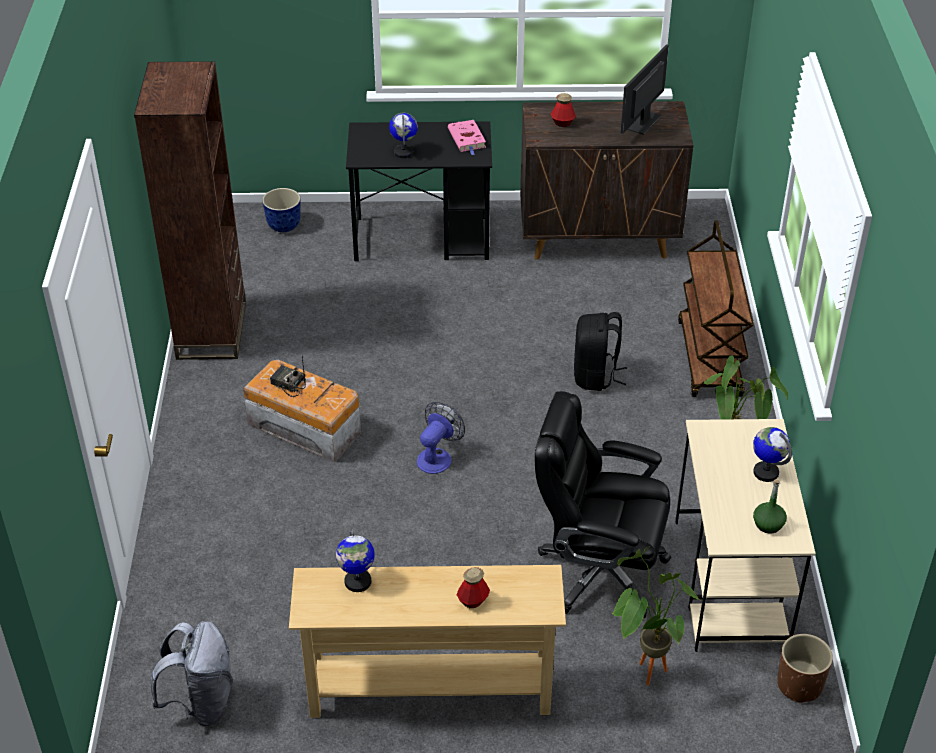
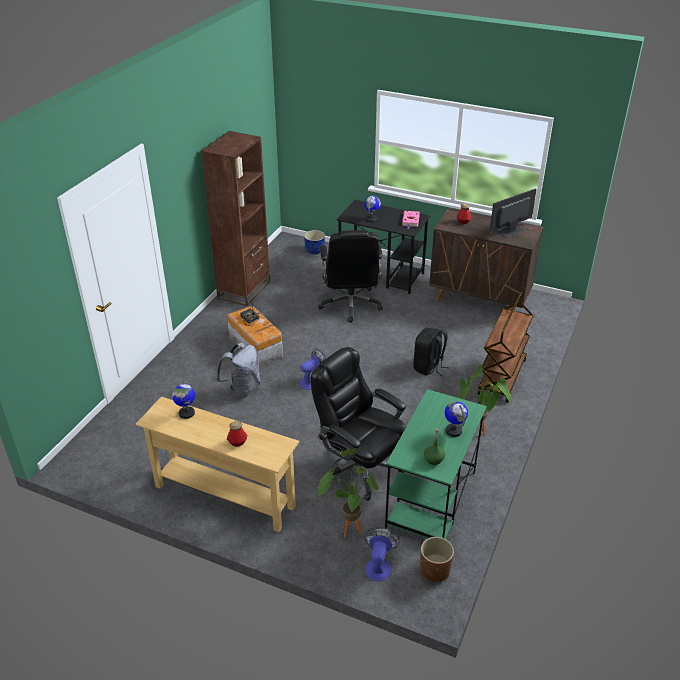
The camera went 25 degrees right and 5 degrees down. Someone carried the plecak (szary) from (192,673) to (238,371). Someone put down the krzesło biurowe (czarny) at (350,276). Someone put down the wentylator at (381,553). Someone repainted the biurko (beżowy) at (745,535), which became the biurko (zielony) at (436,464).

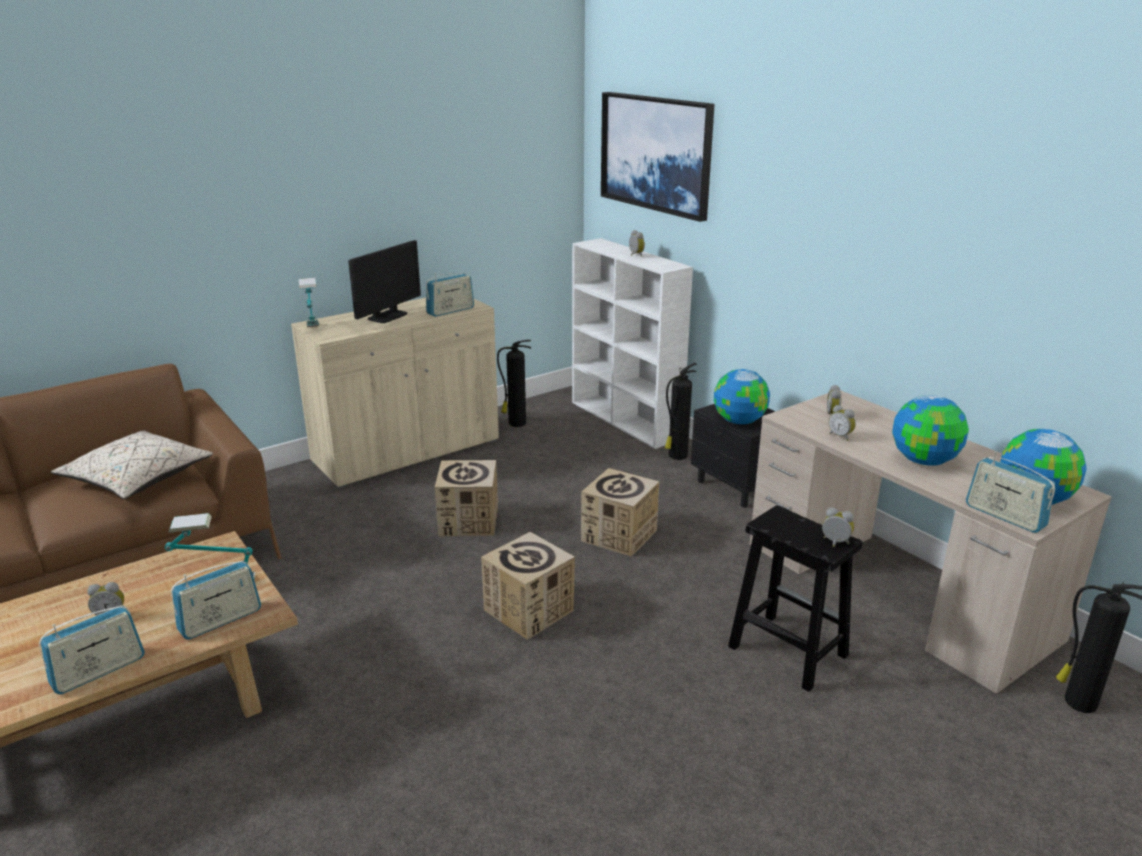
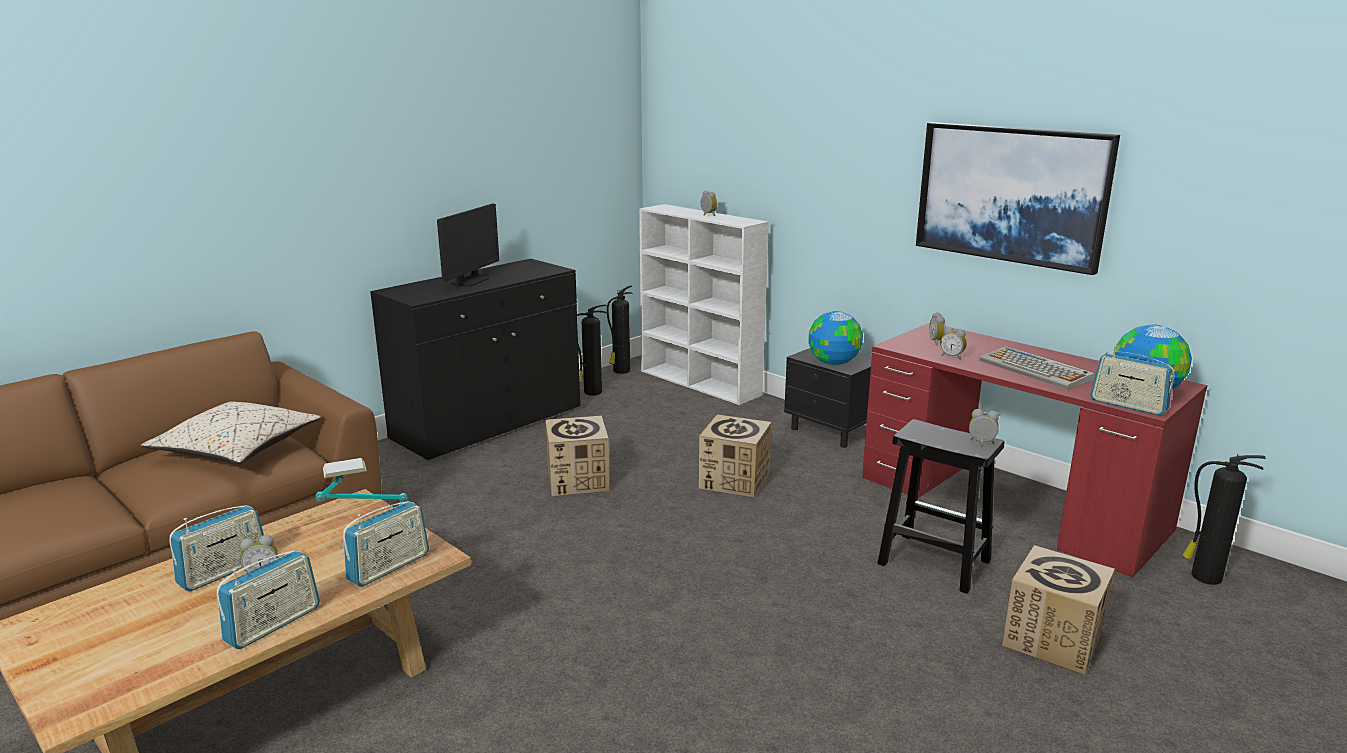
The camera went 10 degrees left and 5 degrees down. Someone carried the radio from (450,295) to (217,548). Someone repainted the szafka (beżowy) at (395,393), which became the szafka (czarny) at (475,360). Someone carried the gaśnica from (681,411) to (619,330). Someone repainted the biurko (beżowy) at (931,542), which became the biurko (czerwony) at (1035,450). Someone carried the obraz from (658,157) to (1018,198). Someone swapped the globus at (930,430) for the klawiatura at (1037,368). Someone carried the karton from (528,586) to (1058,610). Someone took away the lampa stołowa at (308,302).

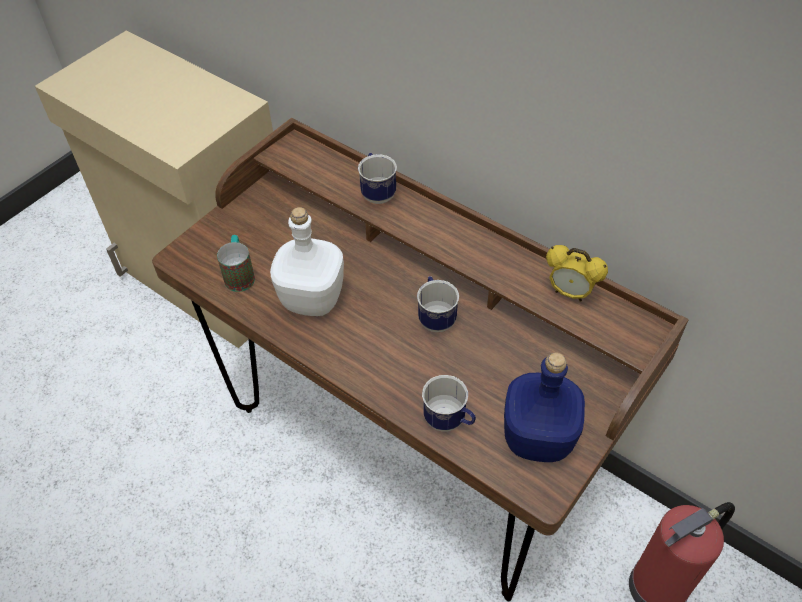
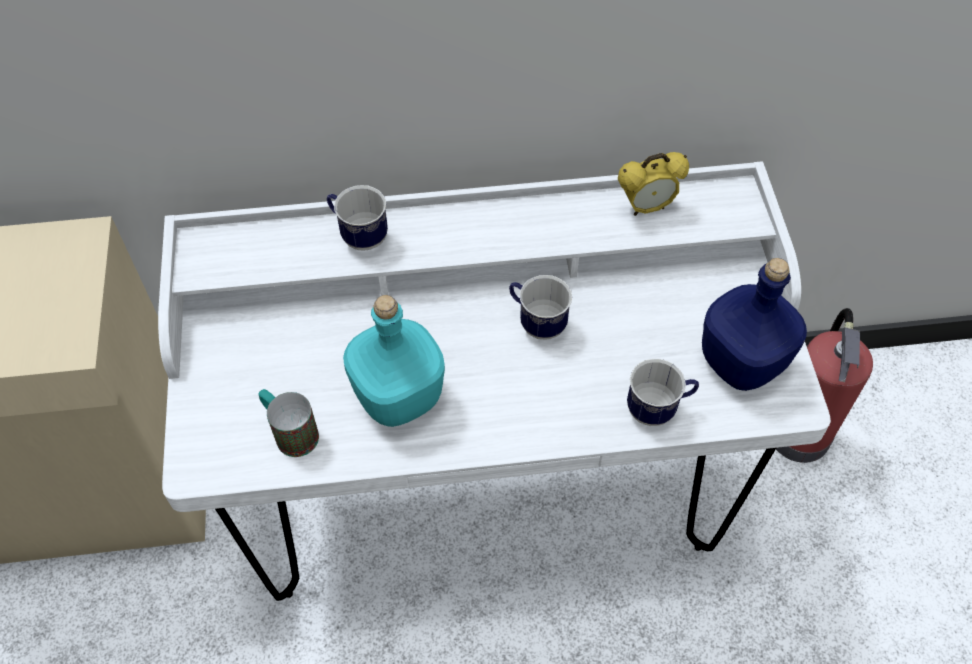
The camera went 45 degrees left and 5 degrees up. Someone repainted the biurko (brązowy) at (420,359), which became the biurko (biały) at (494,381). Someone repainted the butelka (biały) at (307,261), which became the butelka (turkusowy) at (394,361).

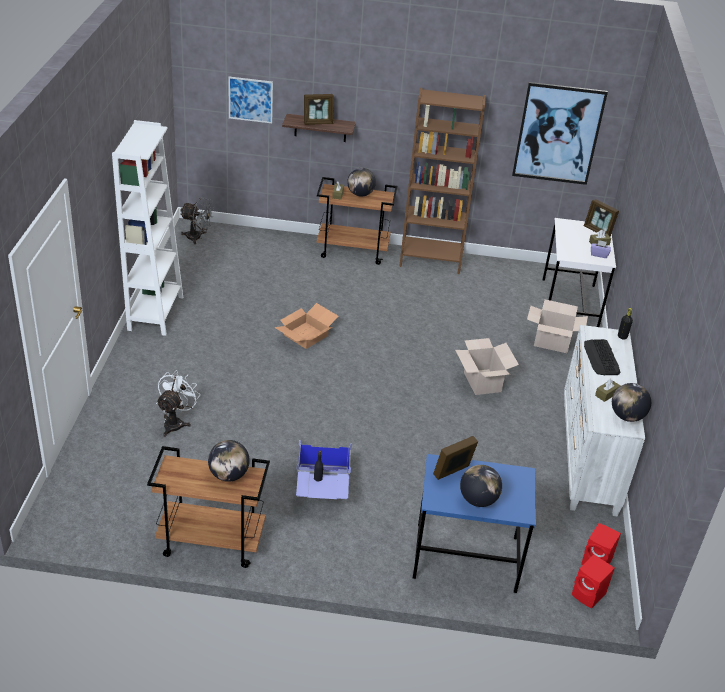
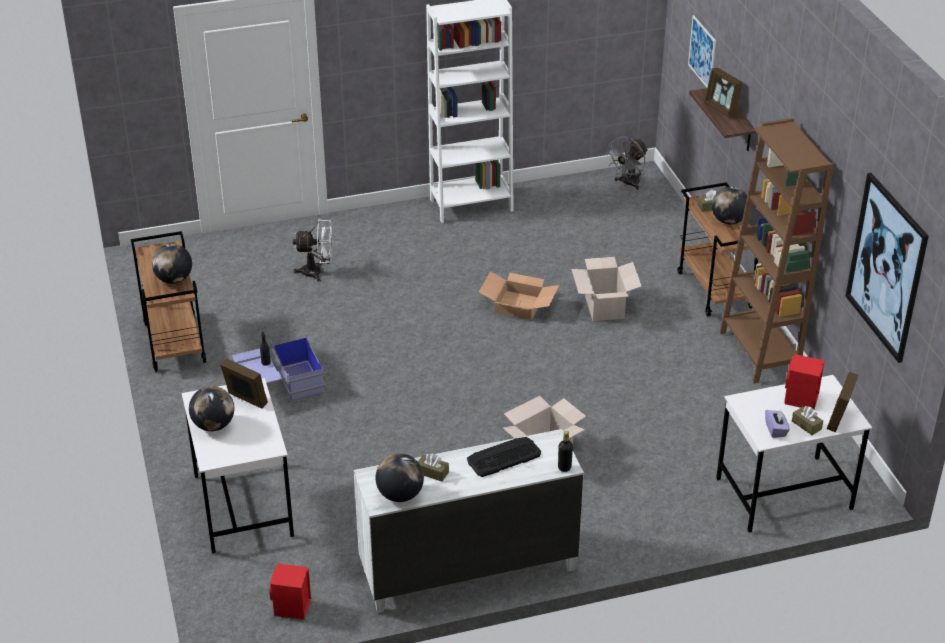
The camera went 70 degrees right and 0 degrees up. Someone repainted the biurko (niebieski) at (474,523), which became the biurko (biały) at (238,465). Someone carried the karton from (557,326) to (606,289). Someone rotated the wentylator (szary) at (197,220) by 45 degrees clockwise. Someone carried the głośnik (czerwony) from (593,581) to (805,381).

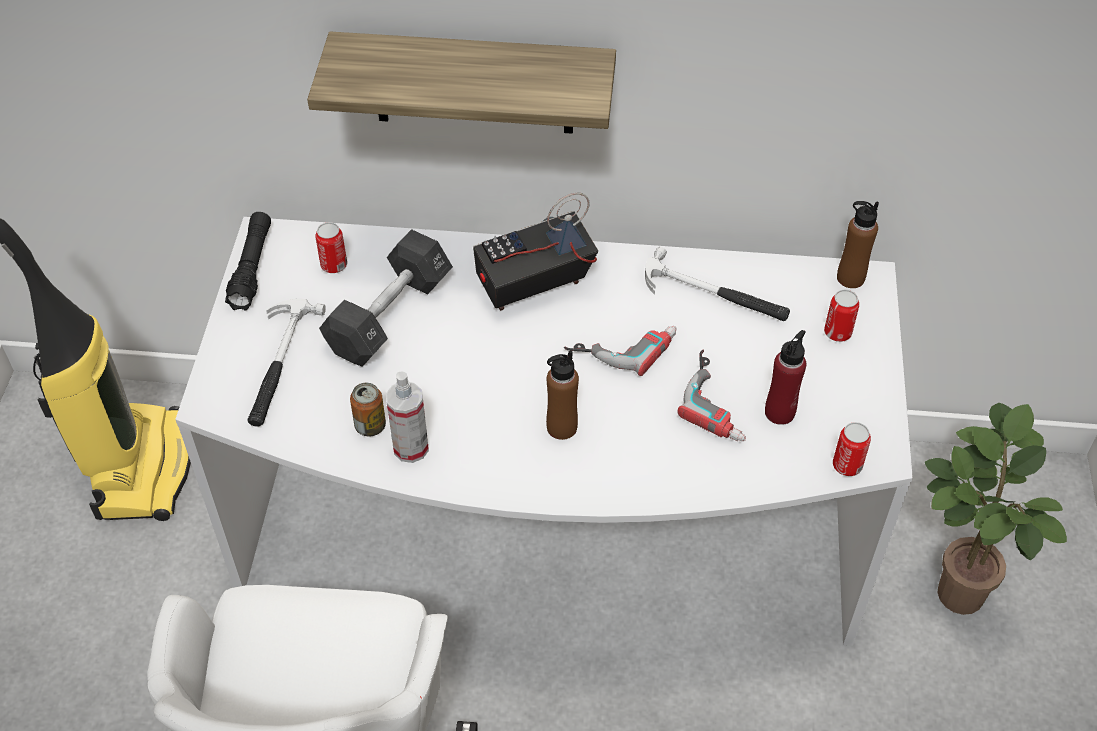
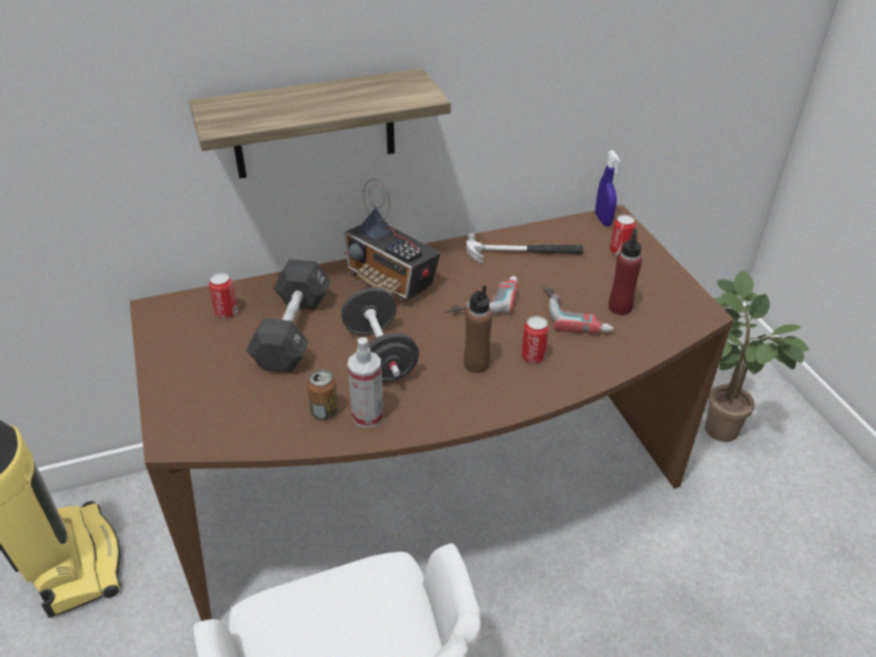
The camera went 25 degrees left and 10 degrees down. Someone repainted the biurko (biały) at (544,431), which became the biurko (brązowy) at (432,413). Someone put down the hantel (czarny) at (380,334). Someone rotated the radio at (535,252) by 90 degrees counterclockwise. Someone carried the puszka from (852,449) to (535,339). Someone swapped the butelka (brązowy) at (858,244) for the spryskiwacz (niebieski) at (607,188). Someone took away the latarka (czarny) at (248,261). Someone took away the młotek at (286,363).

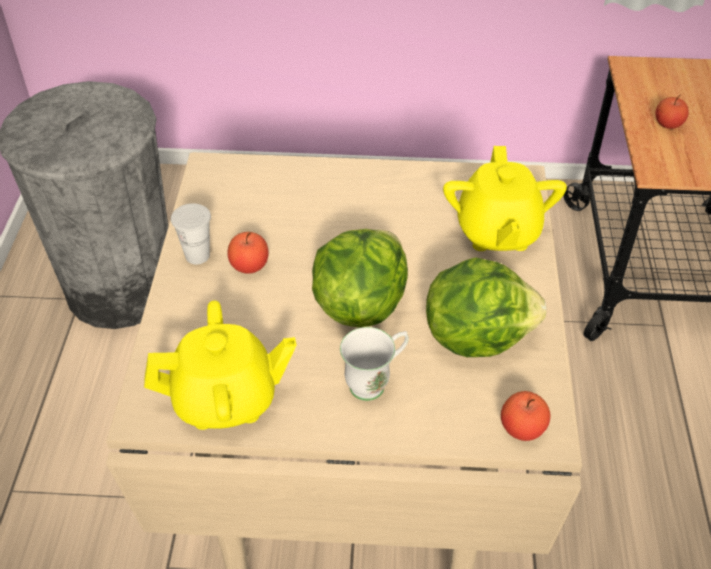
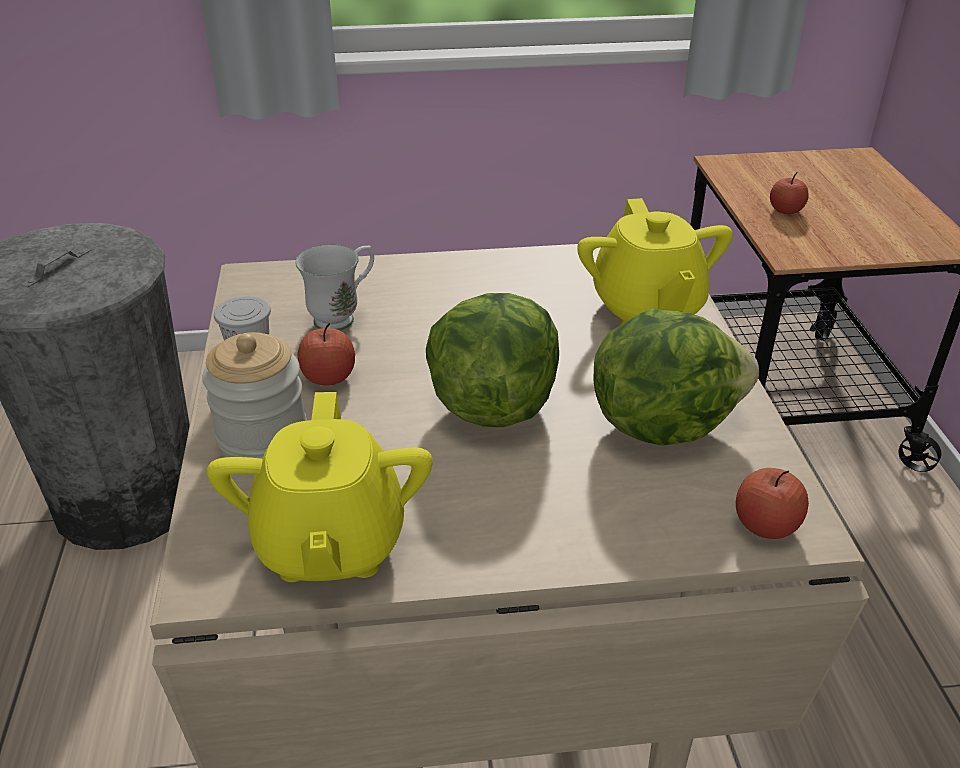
The camera went 10 degrees left and 10 degrees down. Someone put down the słoik at (254,395). Someone rotated the imbryk (żółty) at (220,365) by 105 degrees clockwise. Someone carried the kubek (biały) from (374,364) to (334,287).

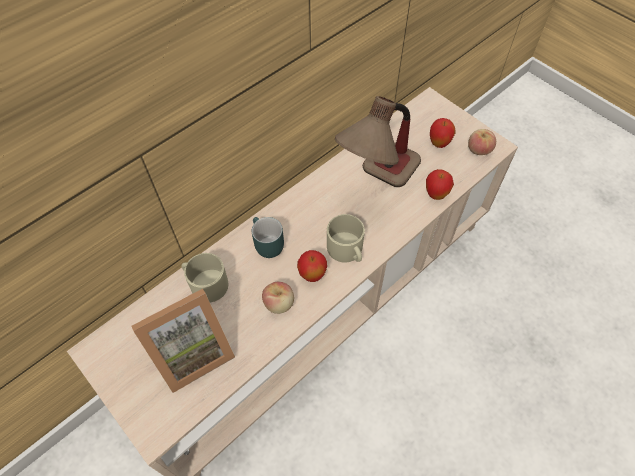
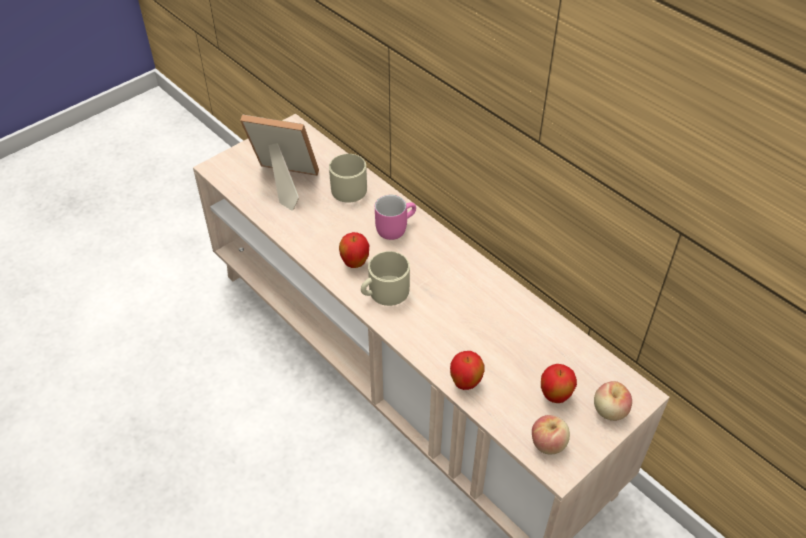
The camera went 90 degrees right and 10 degrees down. Someone rotated the ramka na zdjęcie at (183,341) by 135 degrees clockwise. Someone repainted the kubek (turkusowy) at (268,237), which became the kubek (różowy) at (395,217). Someone carried the jabłko from (278,298) to (613,401). Someone took away the lampa stołowa at (378,141).

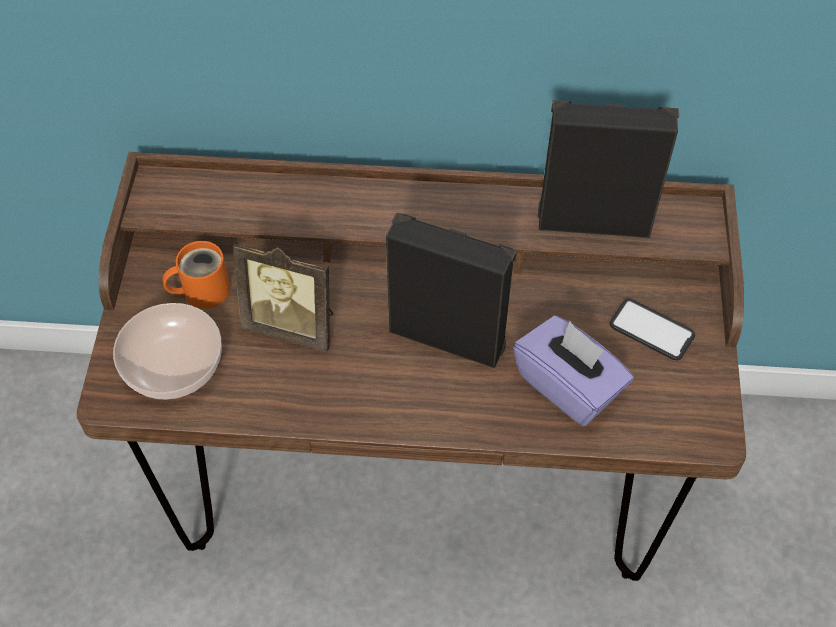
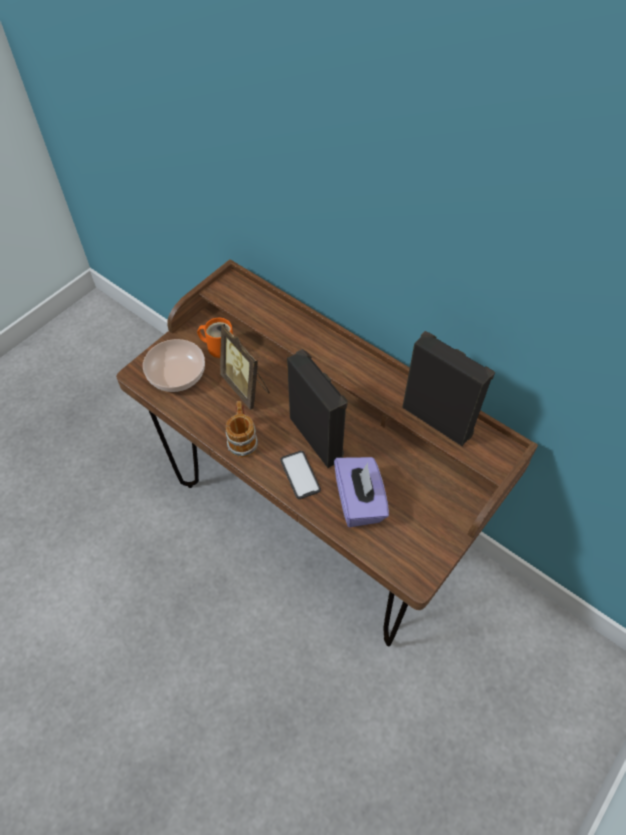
The camera went 35 degrees right and 0 degrees up. Someone put down the kubek at (242,429). Someone carried the telefon from (652,329) to (300,475).

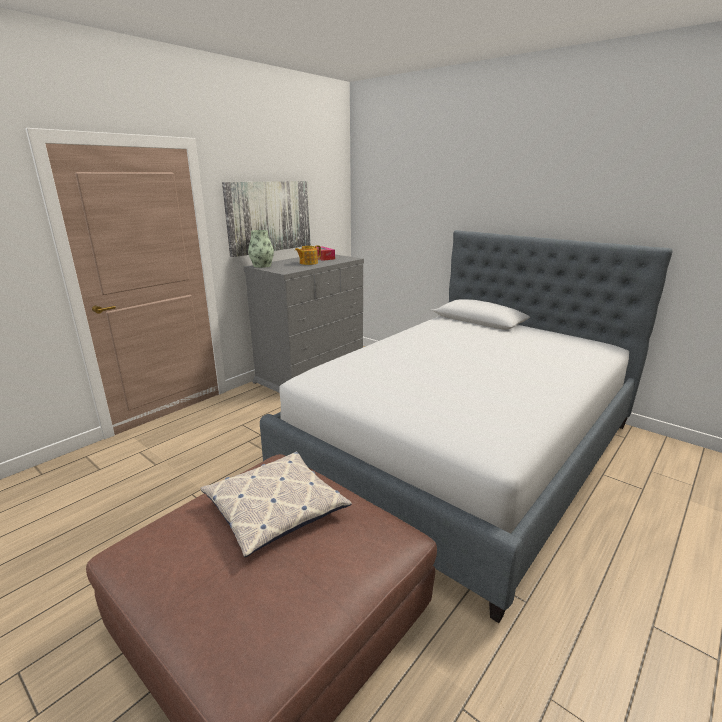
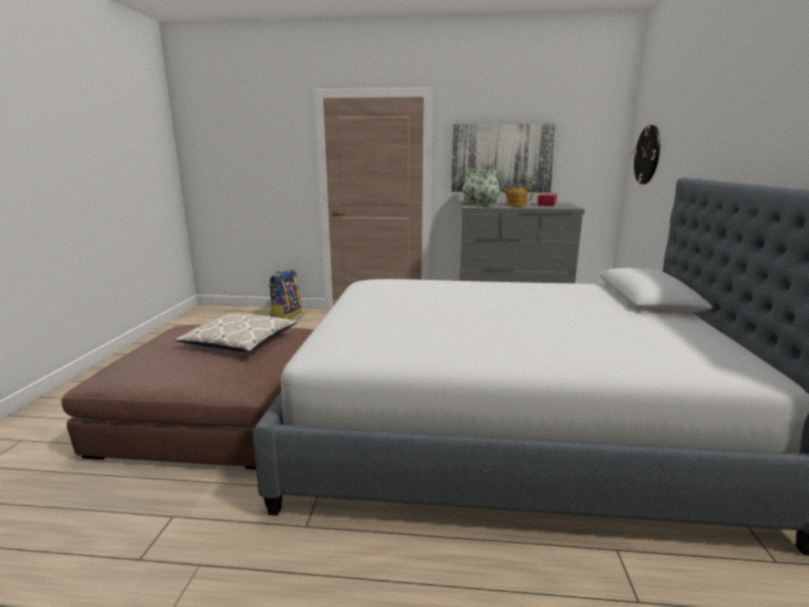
The camera went 55 degrees right and 5 degrees down. Someone put down the plecak at (285,294). Someone put down the wazon at (487,188). Someone put up the zegar ścienny at (646,154).

